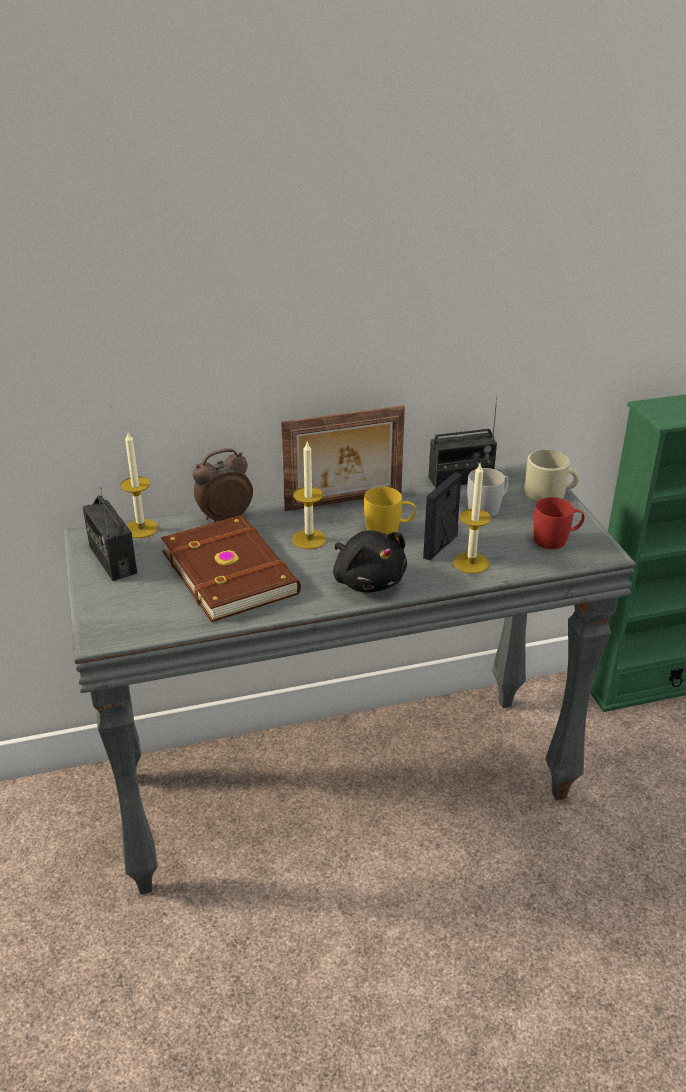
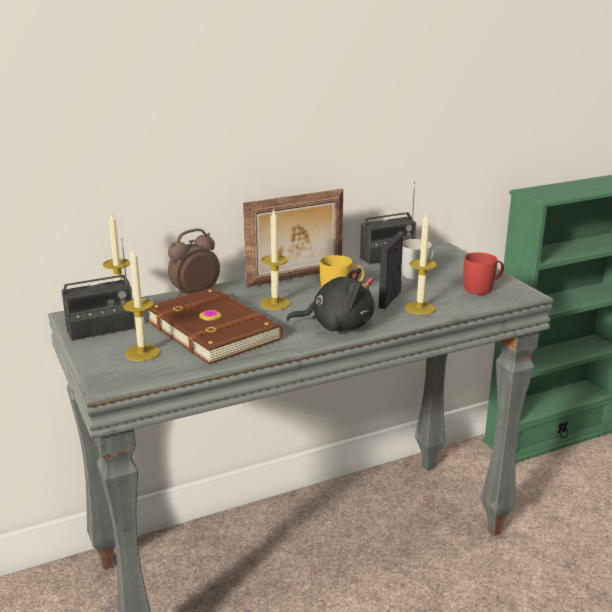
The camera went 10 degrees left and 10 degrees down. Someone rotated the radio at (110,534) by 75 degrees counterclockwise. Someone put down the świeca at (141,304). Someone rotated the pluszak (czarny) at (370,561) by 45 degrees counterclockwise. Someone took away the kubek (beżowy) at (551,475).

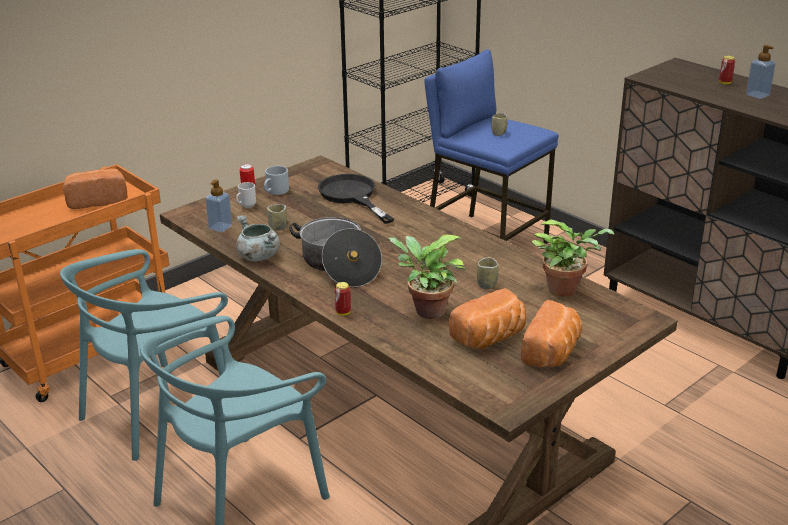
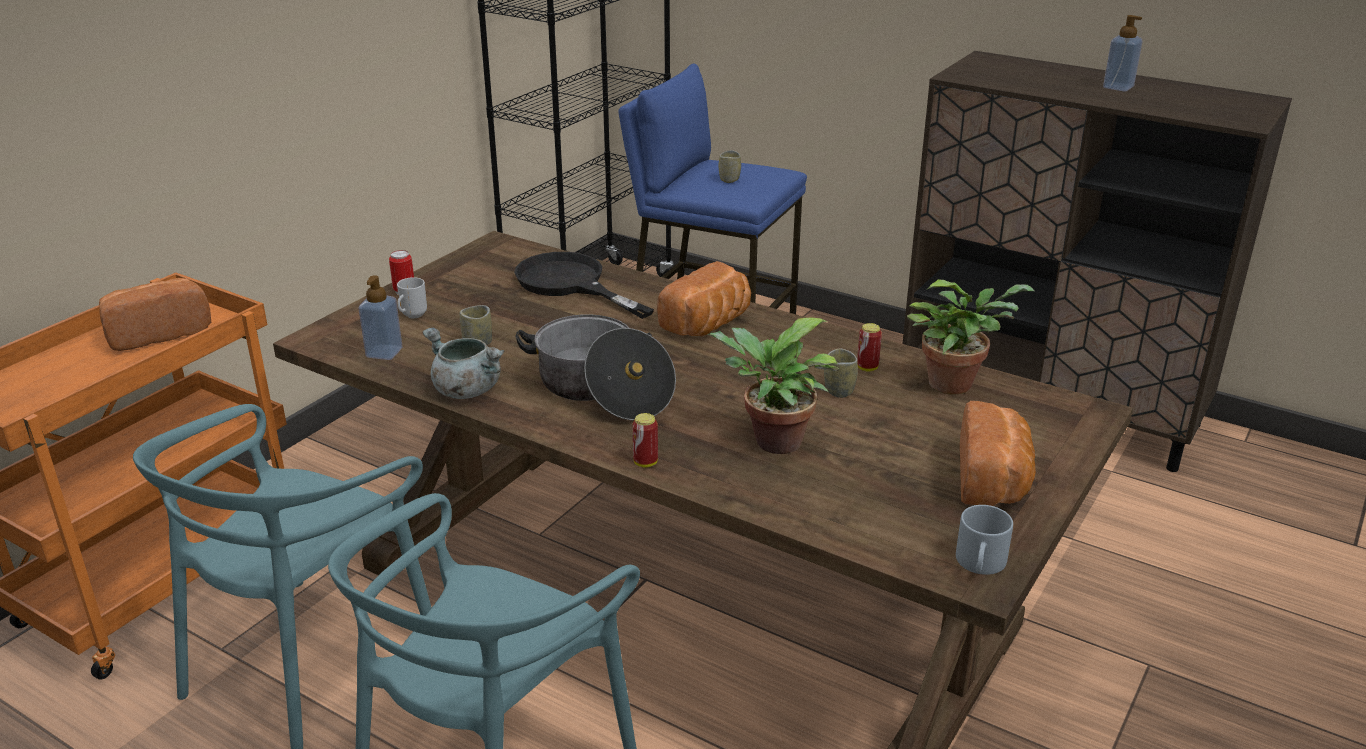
The camera went 15 degrees left and 0 degrees up. Someone carried the chleb from (487,318) to (704,298). Someone carried the puszka from (727,70) to (869,347). Someone carried the kubek (szary) from (276,180) to (984,540).

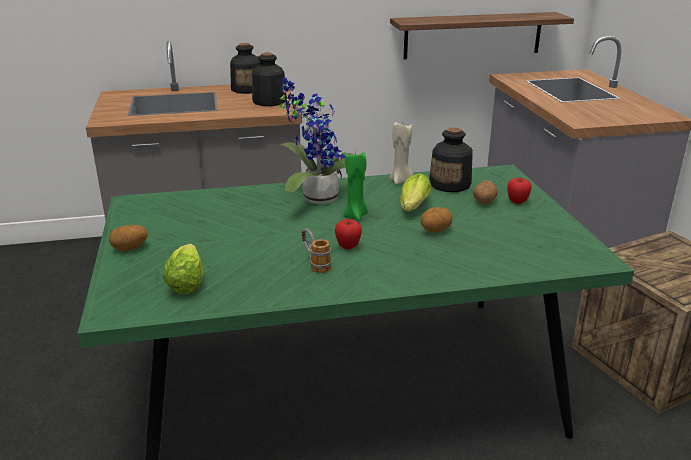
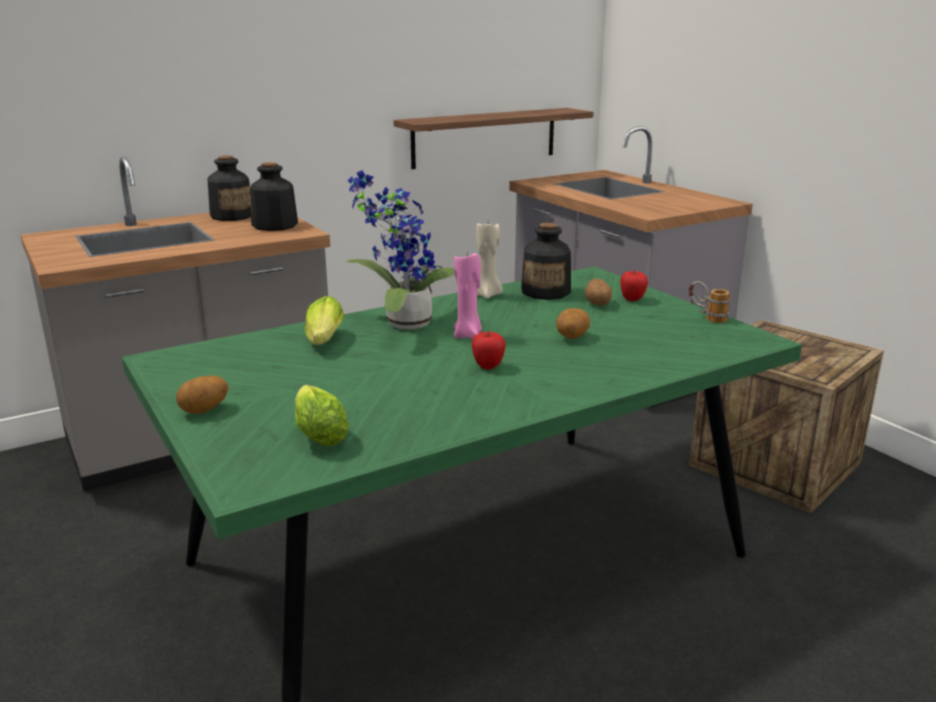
The camera went 20 degrees left and 5 degrees down. Someone carried the sałata from (416,192) to (324,320). Someone repainted the świeca (zielony) at (355,186), which became the świeca (różowy) at (468,295). Someone carried the kubek from (317,250) to (709,302).

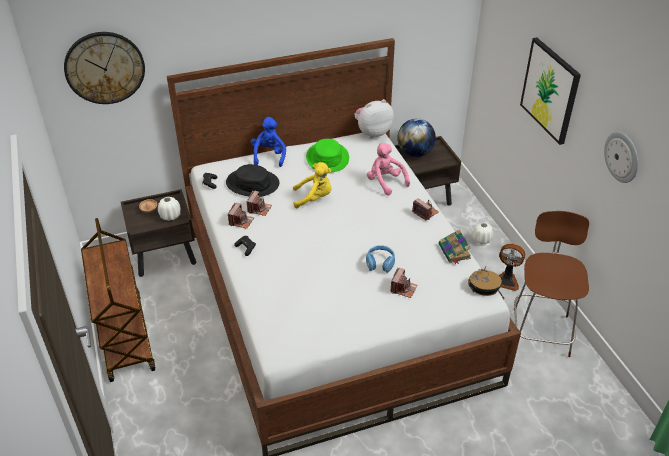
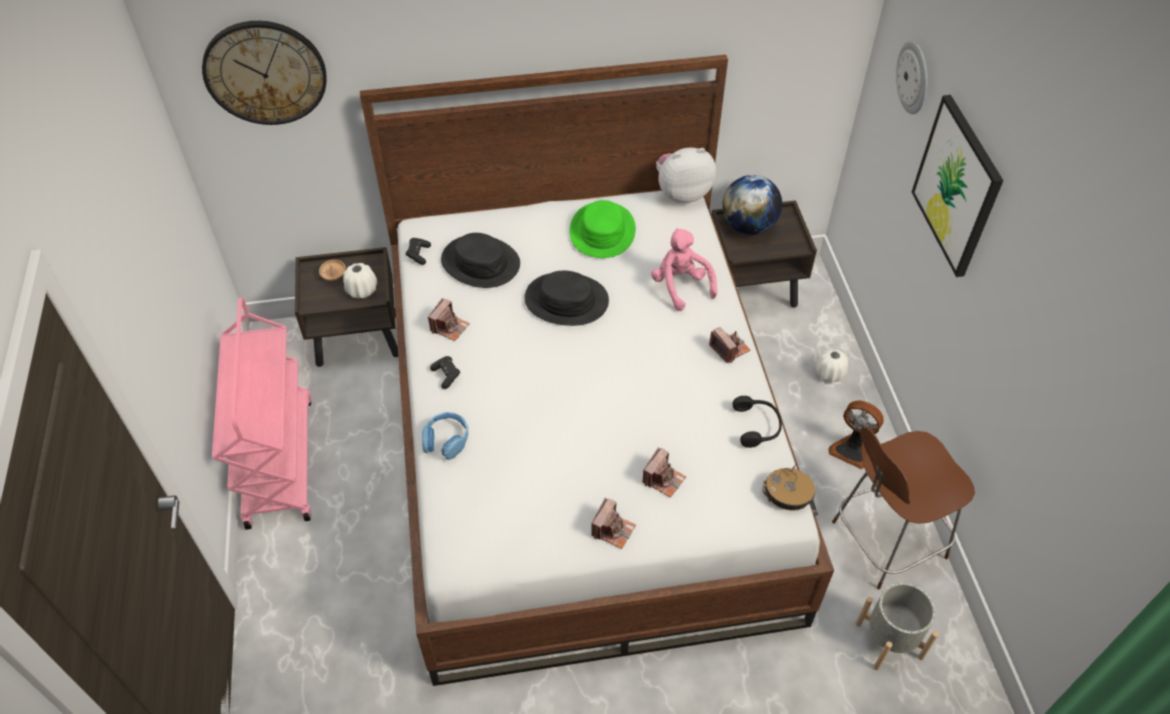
The camera went 10 degrees right and 10 degrees up. Someone repainted the wózek (brązowy) at (118,300), which became the wózek (różowy) at (262,413). Someone carried the słuchawki (niebieski) from (380,259) to (445,436). Someone swapped the pluszak (żółty) at (312,185) for the kapelusz (czarny) at (567,298). Someone carried the aparat fotograficzny from (259,203) to (613,523). Someone swapped the książka at (455,247) for the słuchawki (czarny) at (757,422). Someone rotated the krzesło (brązowy) at (551,284) by 135 degrees counterclockwise. Someone put down the donica (szary) at (897,626). Someone carried the zegar ścienny from (621,157) to (911,77). Someone took away the pluszak (niebieski) at (268,142).

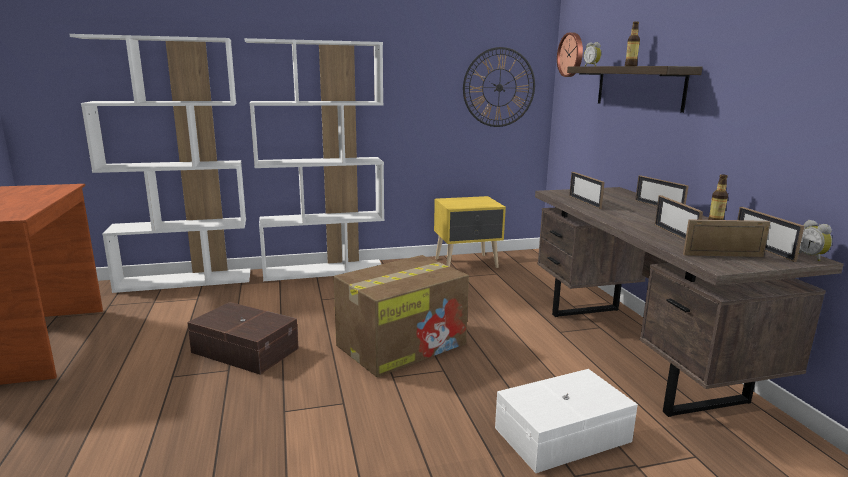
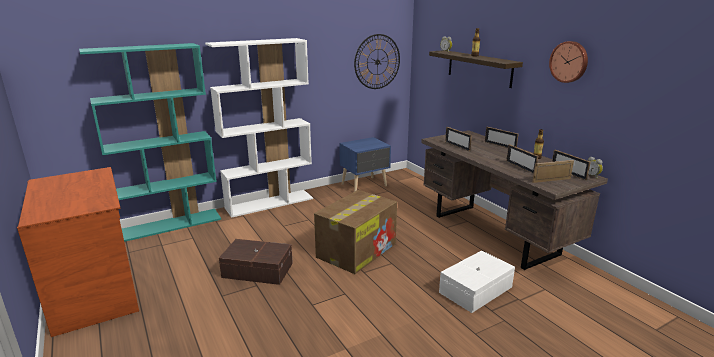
The camera went 15 degrees left and 5 degrees up. Someone repainted the regał (biały) at (160,163), which became the regał (turkusowy) at (150,142). Someone repainted the szafka nocna (żółty) at (470,232), which became the szafka nocna (niebieski) at (365,164). Someone carried the zegar ścienny from (570,54) to (568,62).

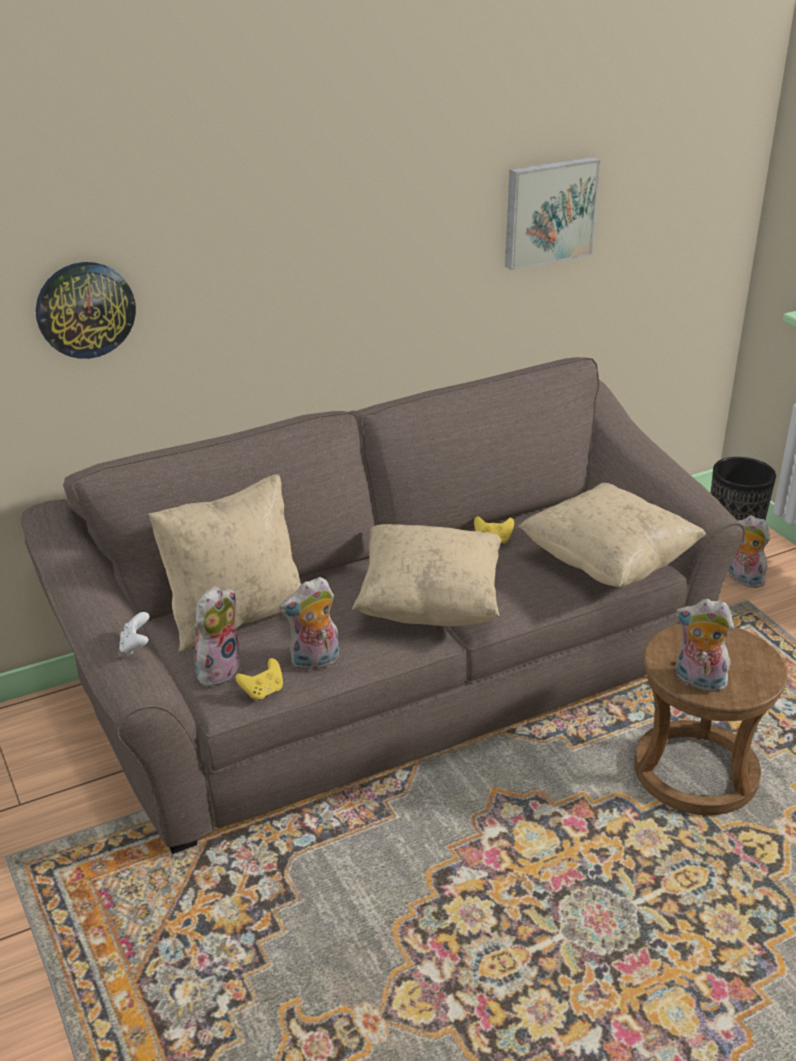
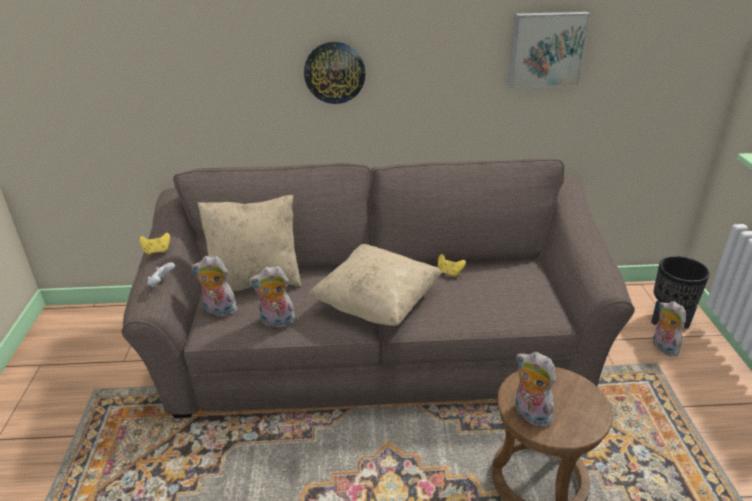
The camera went 25 degrees right and 0 degrees up. Someone carried the pad do gier (żółty) from (259,679) to (154,244). Someone rotated the pluszak at (217,636) by 135 degrees counterclockwise. Someone carried the zegar ścienny from (86,310) to (335,73). Someone took away the poduszka (beżowy) at (612,535).

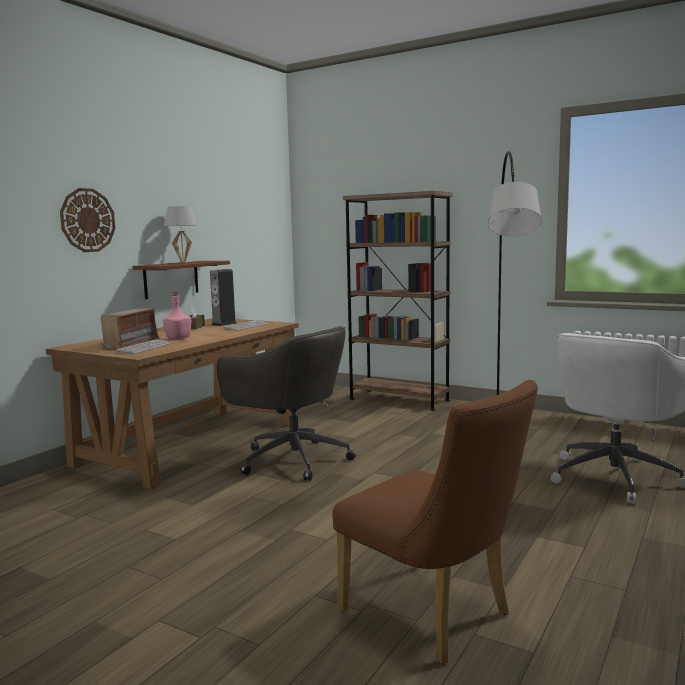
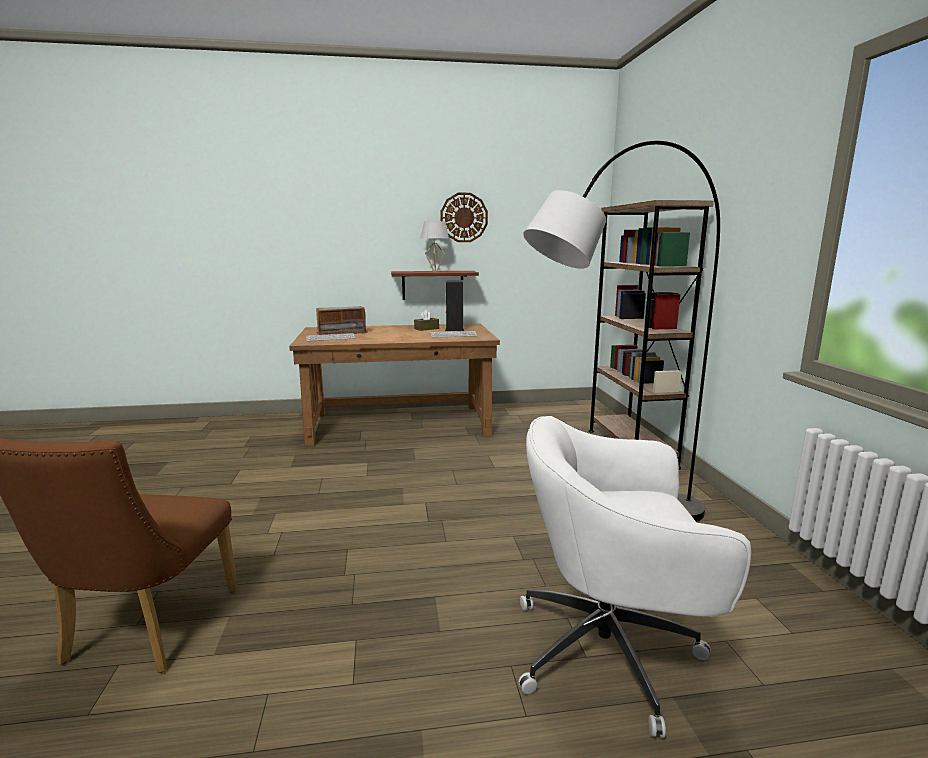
The camera went 50 degrees right and 5 degrees up. Someone carried the zegar ścienny from (87,220) to (464,217). Someone took away the butelka (różowy) at (177,315). Someone took away the krzesło biurowe (szary) at (286,403).

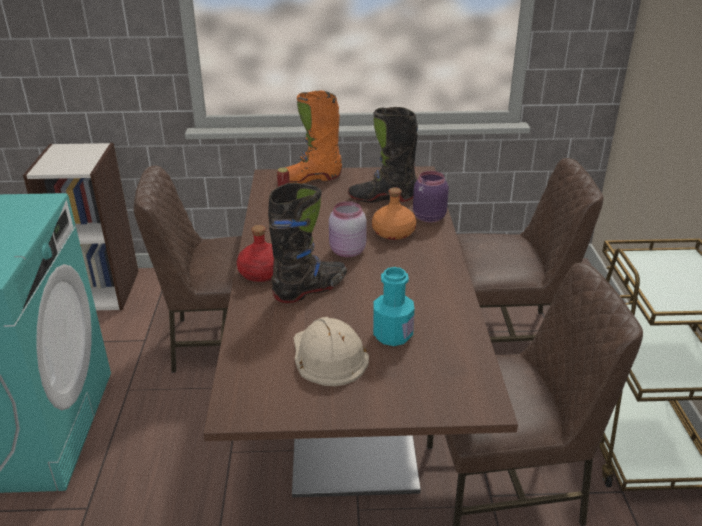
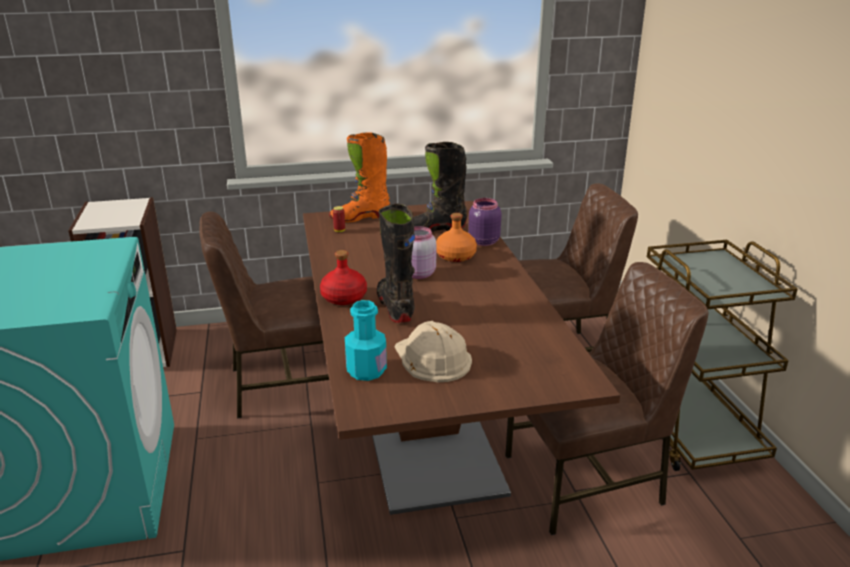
The camera went 10 degrees left and 5 degrees down. Someone carried the butelka (turkusowy) from (393,306) to (366,340). Someone rotated the but z cholewką (czarny) at (307,243) by 60 degrees counterclockwise.

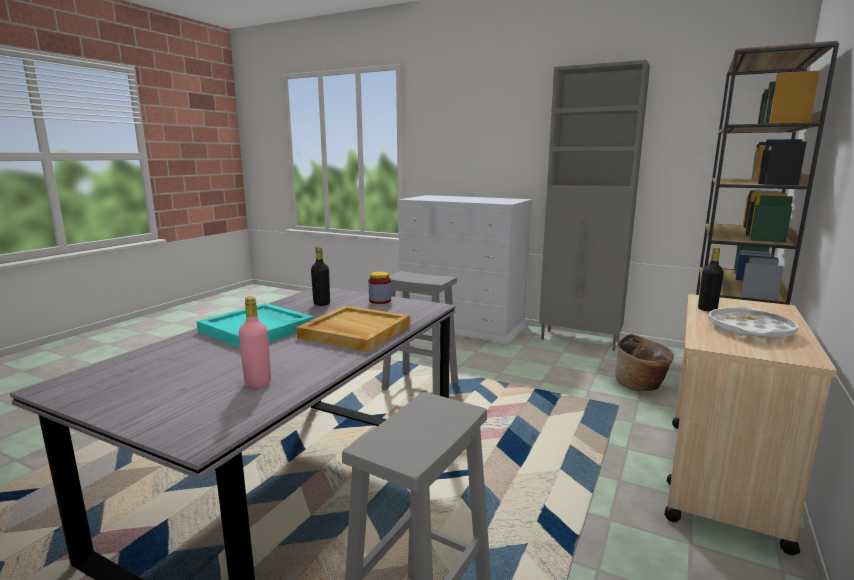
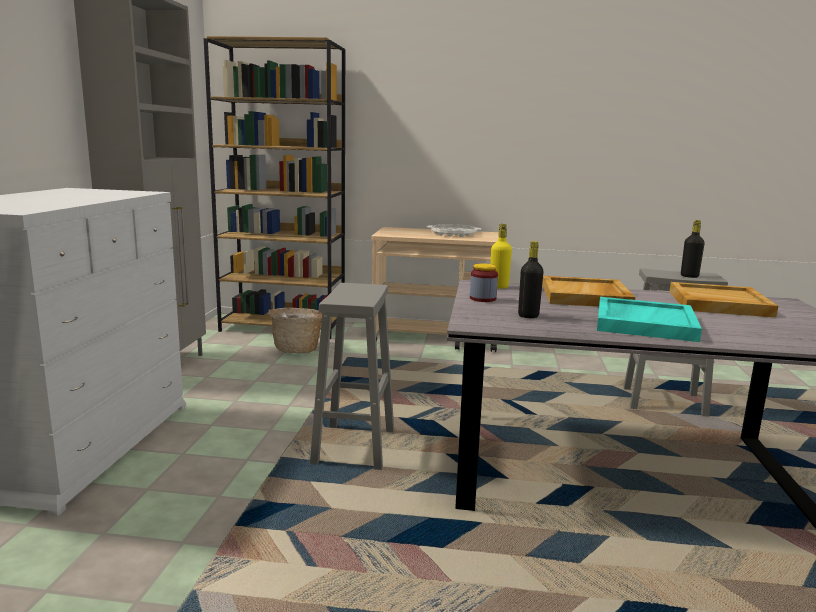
The camera went 110 degrees left and 0 degrees up. Someone put down the butelka (żółty) at (501,256). Someone swapped the butelka (różowy) at (255,342) for the taca (beżowy) at (724,300). Someone carried the butelka (czarny) from (711,279) to (693,249).

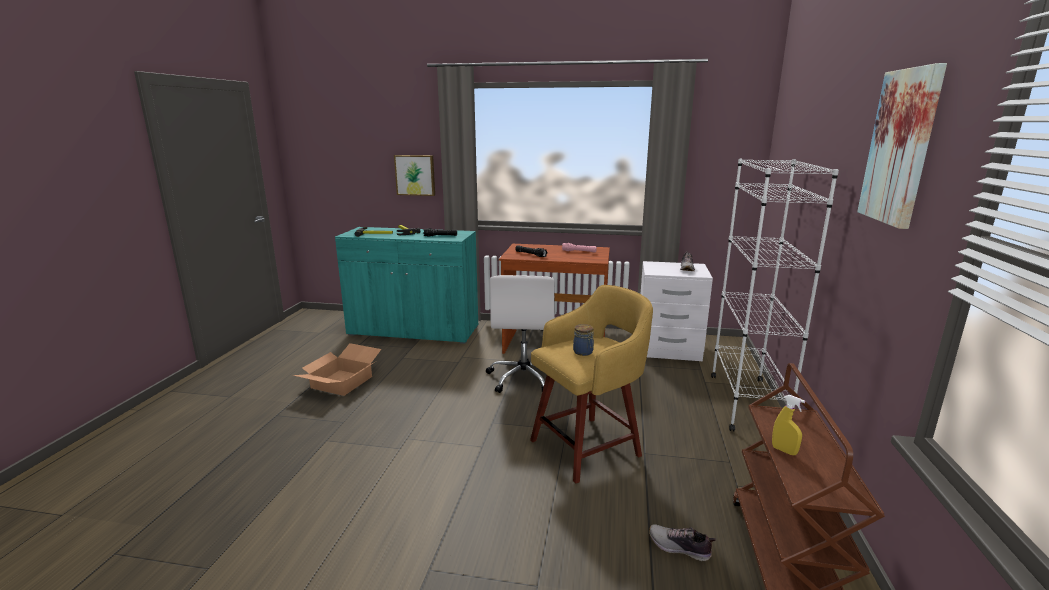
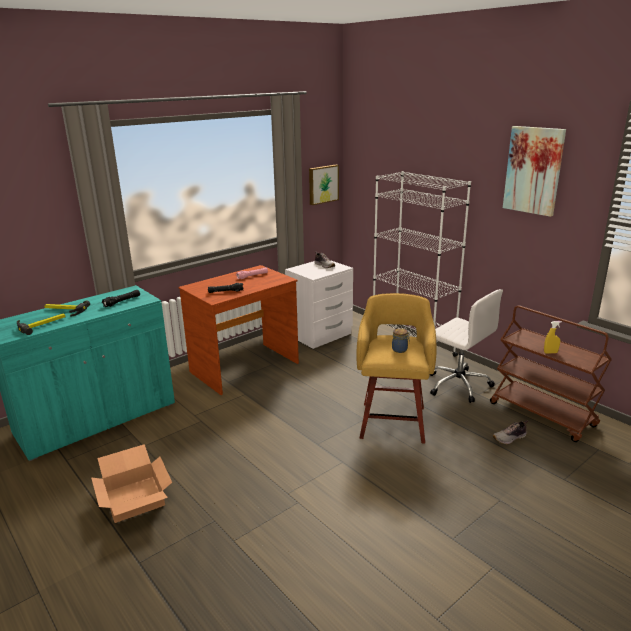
The camera went 50 degrees left and 5 degrees up. Someone carried the obraz from (414,175) to (324,185). Someone carried the krzesło biurowe (biały) from (520,334) to (466,346).

